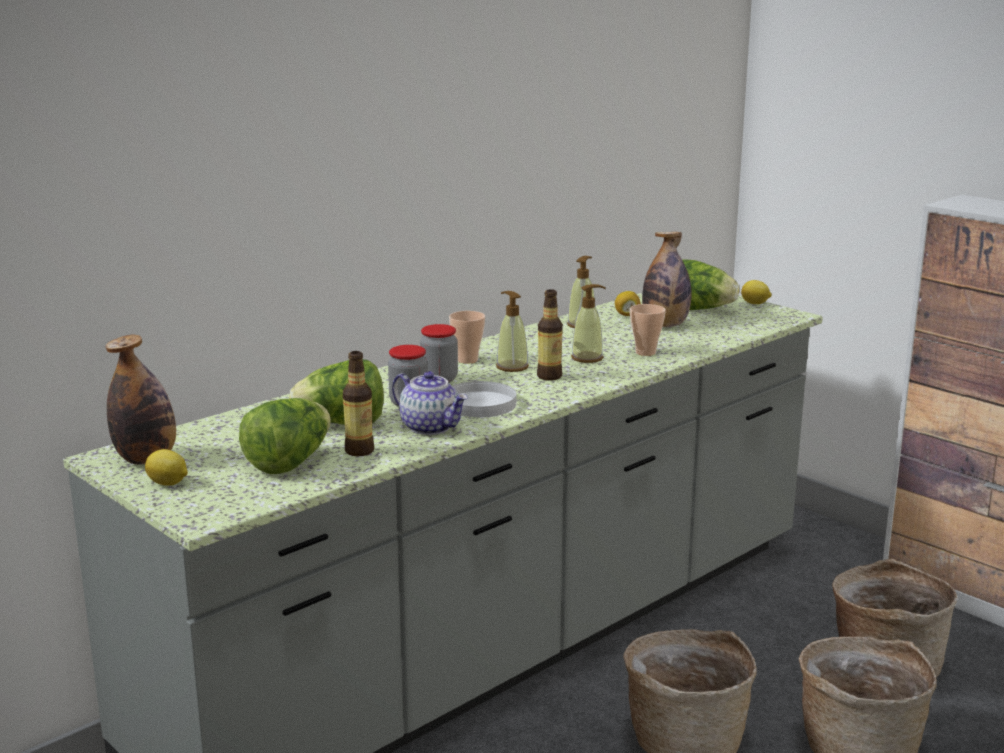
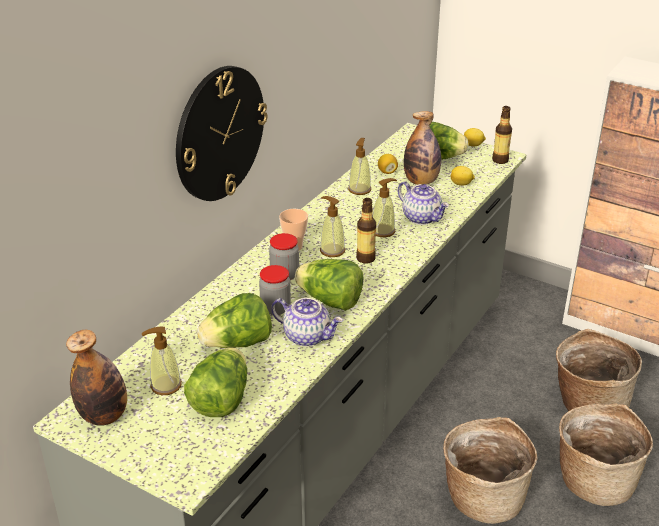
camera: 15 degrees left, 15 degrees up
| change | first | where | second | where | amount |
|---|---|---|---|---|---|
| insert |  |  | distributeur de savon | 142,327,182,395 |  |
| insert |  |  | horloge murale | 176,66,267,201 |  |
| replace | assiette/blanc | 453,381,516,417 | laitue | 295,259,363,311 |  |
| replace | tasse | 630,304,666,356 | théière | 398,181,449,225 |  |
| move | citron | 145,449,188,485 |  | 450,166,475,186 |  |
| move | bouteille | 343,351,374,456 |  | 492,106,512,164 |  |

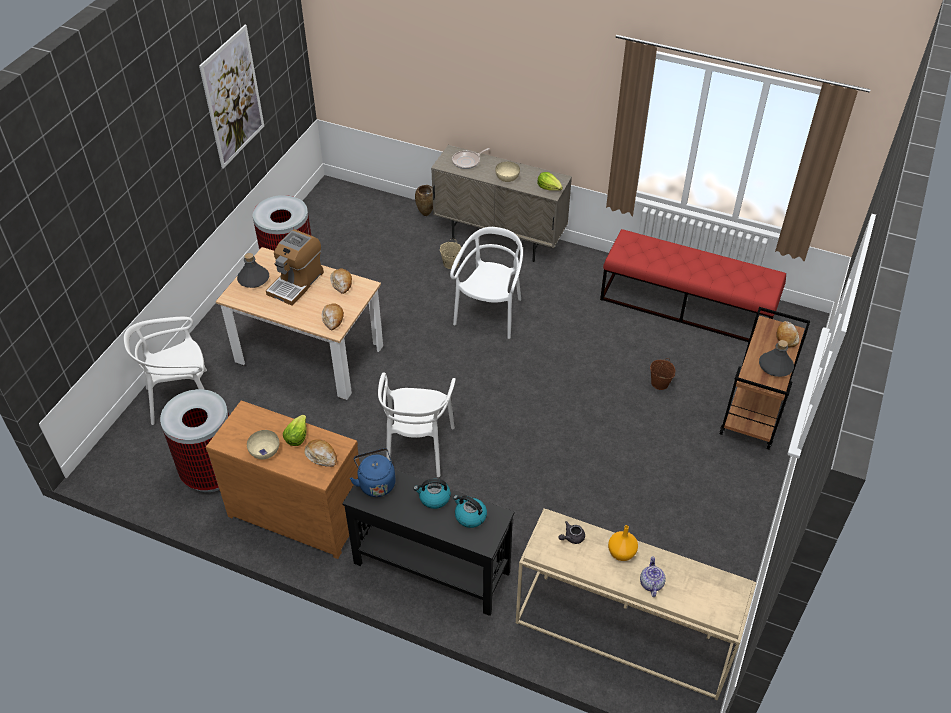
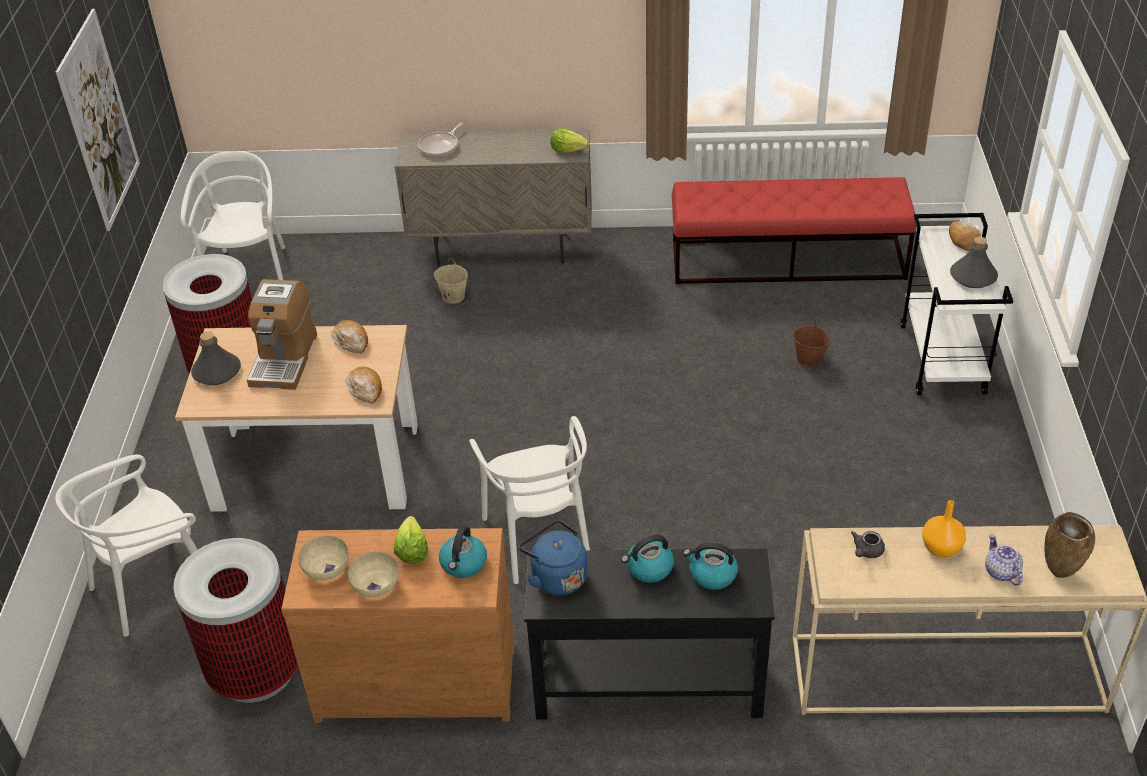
camera: 20 degrees left, 5 degrees down
| change | first | where | second | where | amount |
|---|---|---|---|---|---|
| move | chaise/blanc | 450,227,523,339 |  | 181,151,285,280 |  |
| move | bol/beige | 495,162,520,182 |  | 298,536,349,581 |  |
| replace | pain | 304,439,337,467 | bouilloire | 439,526,487,578 |  |
| recolor | chariot/marron | 720,307,810,450 | chariot/blanc | 900,213,1013,396 |  |
| move | vase/marron | 415,185,433,216 |  | 1044,512,1095,578 |  |

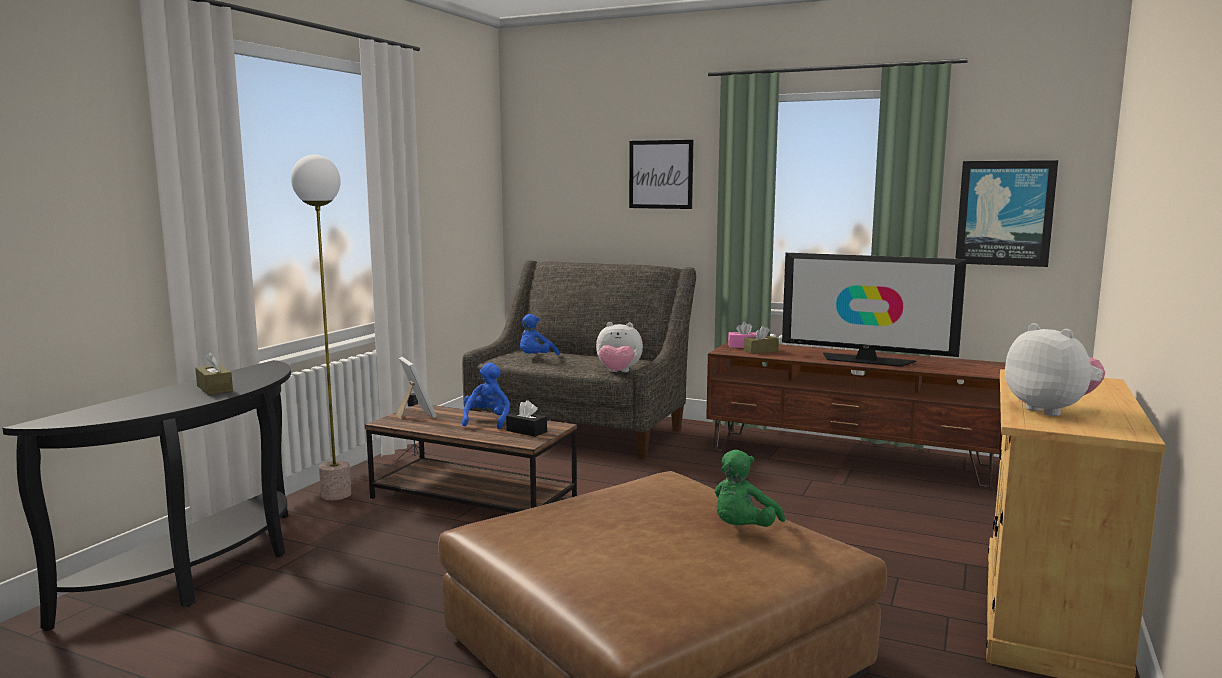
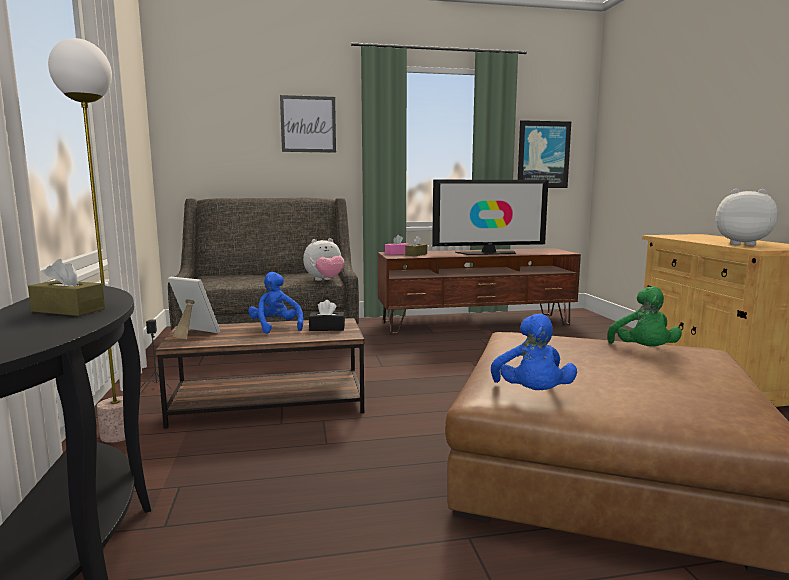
camera: 35 degrees left, 0 degrees up
| change | first | where | second | where | amount |
|---|---|---|---|---|---|
| move | peluche/bleu | 520,314,559,355 |  | 491,314,577,390 |  |

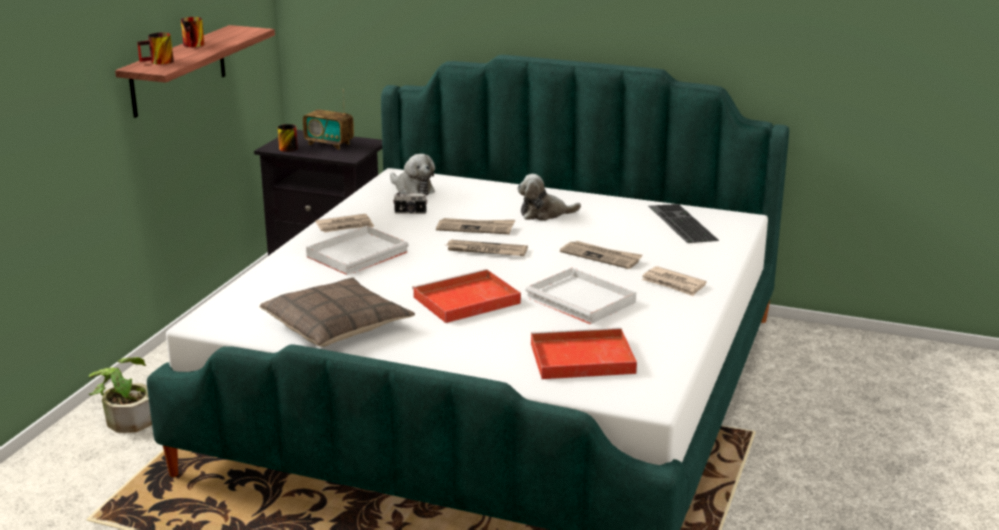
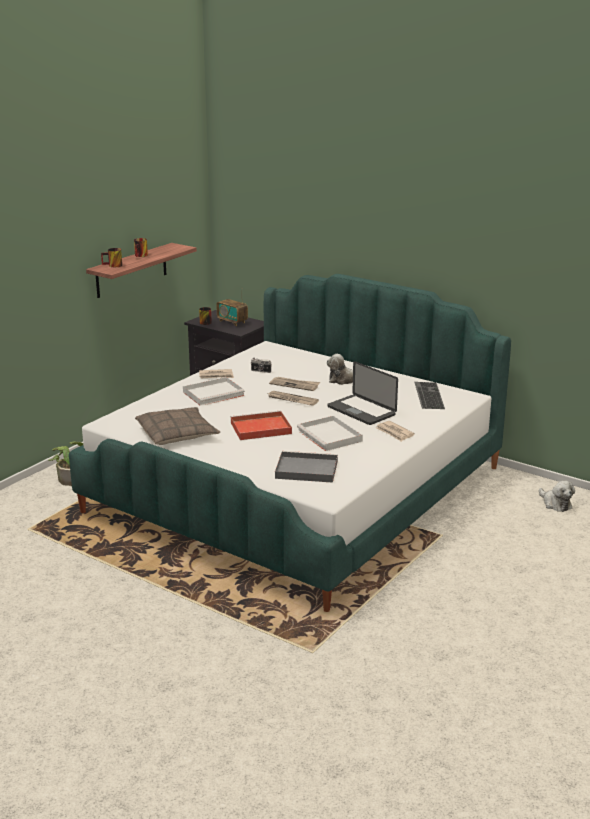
camera: 15 degrees right, 0 degrees up
| change | first | where | second | where | amount |
|---|---|---|---|---|---|
| recolor | plateau/rouge | 531,327,637,379 | plateau/gris | 275,451,338,483 |  |
| replace | journal | 560,241,643,269 | ordinateur portable | 327,361,398,425 |  |
| move | peluche | 390,154,435,195 |  | 539,481,575,512 |  |

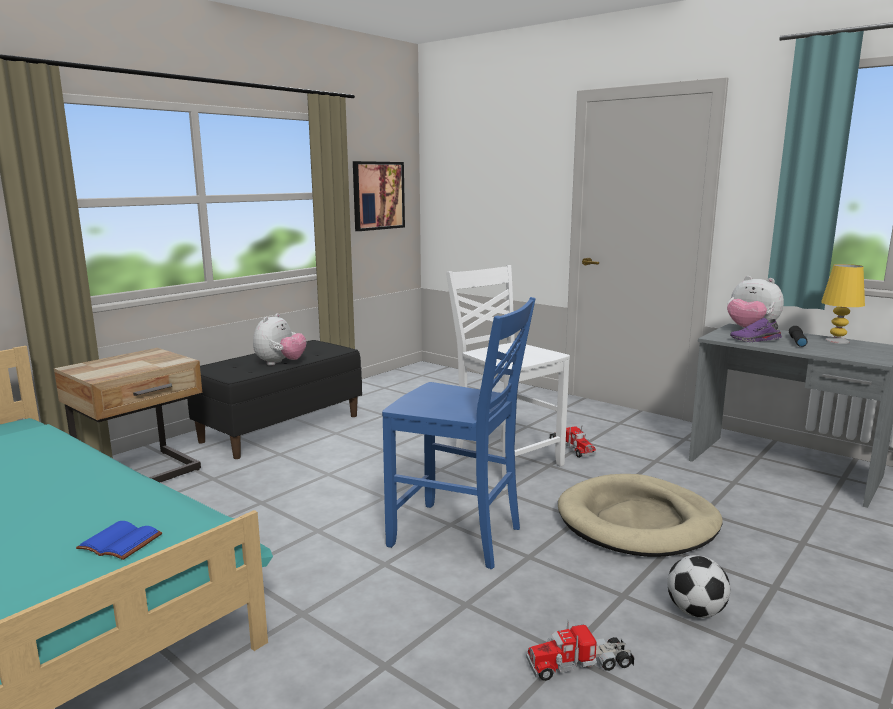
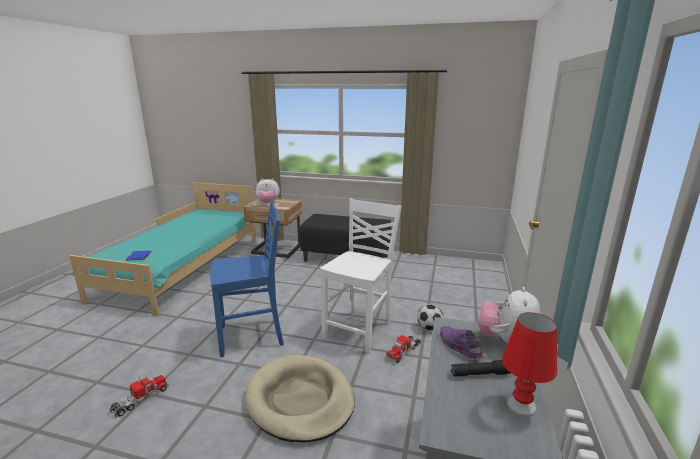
camera: 65 degrees right, 5 degrees up
| change | first | where | second | where | amount |
|---|---|---|---|---|---|
| rotate | camion jouet | 526,620,635,681 |  | 109,375,169,418 | 75 degrees clockwise |
| rotate | chaise/bleu | 382,297,536,569 |  | 210,203,284,357 | 105 degrees counterclockwise |
| move | peluche | 253,313,306,365 |  | 256,178,280,203 |  |
| move | ballon de foot | 668,555,730,618 |  | 417,304,443,331 |  |
| recolor | lampe de table/jaune | 821,264,865,344 | lampe de table/rouge | 502,312,557,416 |  |
| delete | tableau | 353,161,405,231 |  |  |  |

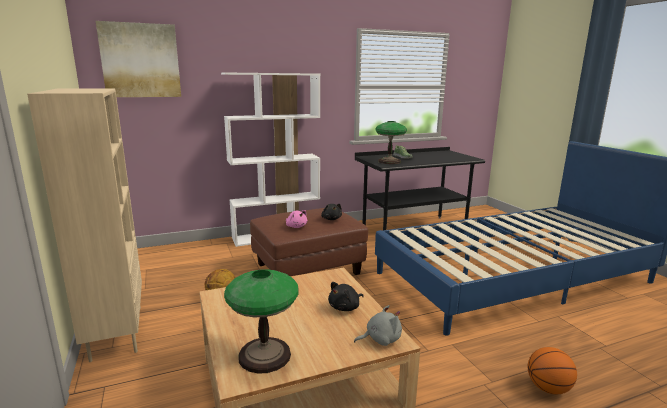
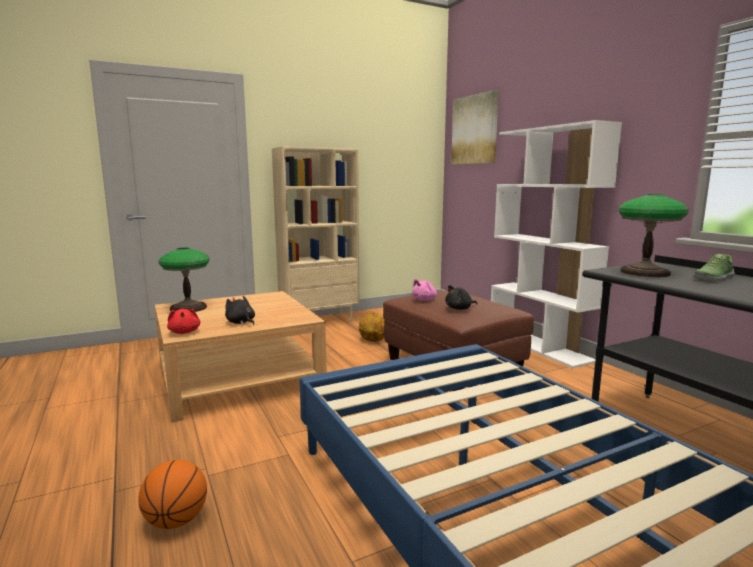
camera: 85 degrees right, 5 degrees down
| change | first | where | second | where | amount |
|---|---|---|---|---|---|
| recolor | peluche/gris | 354,305,402,346 | peluche/rouge | 167,309,200,334 |  |

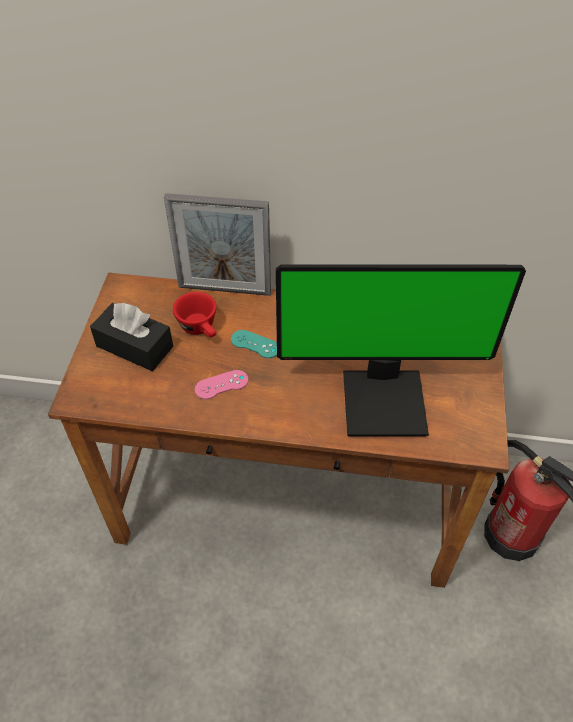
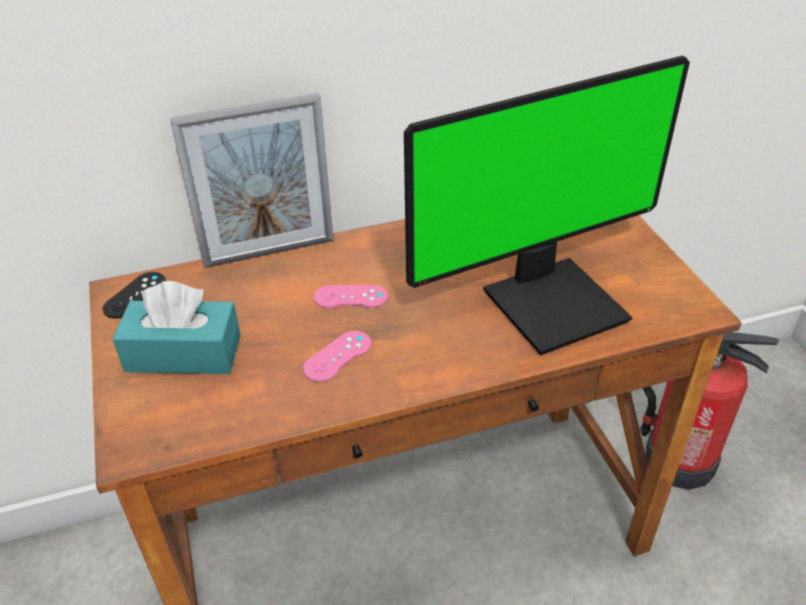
camera: 25 degrees left, 10 degrees down
| change | first | where | second | where | amount |
|---|---|---|---|---|---|
| insert |  |  | manette/noir | 103,272,166,319 |  |
| recolor | boîte à mouchoirs/noir | 90,303,173,371 | boîte à mouchoirs/turquoise | 112,281,241,374 |  |
| recolor | manette/turquoise | 231,330,277,358 | manette/rose | 314,285,388,308 |  |
| delete | tasse/rouge | 173,292,216,337 |  |  |  |

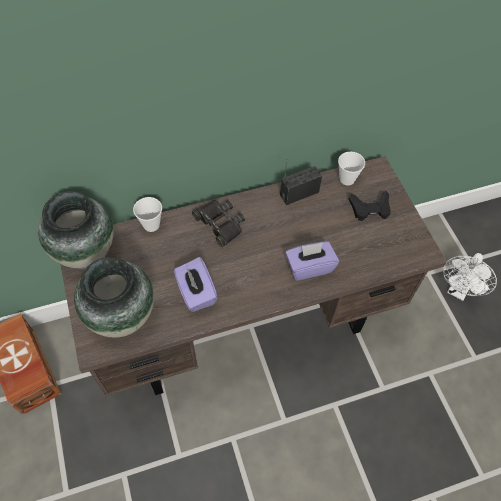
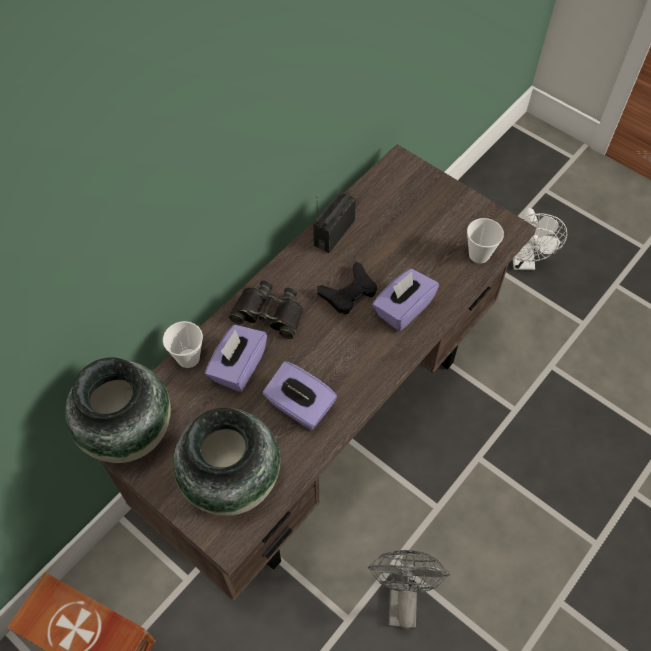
camera: 30 degrees left, 0 degrees up
| change | first | where | second | where | amount |
|---|---|---|---|---|---|
| insert |  |  | boîte à mouchoirs/violet | 205,325,267,392 |  |
| move | manette/noir | 348,191,391,221 |  | 317,261,377,314 |  |
| insert |  |  | ventilateur/gris | 368,550,450,629 |  |
| move | tasse | 338,152,365,185 |  | 467,218,504,264 |  |

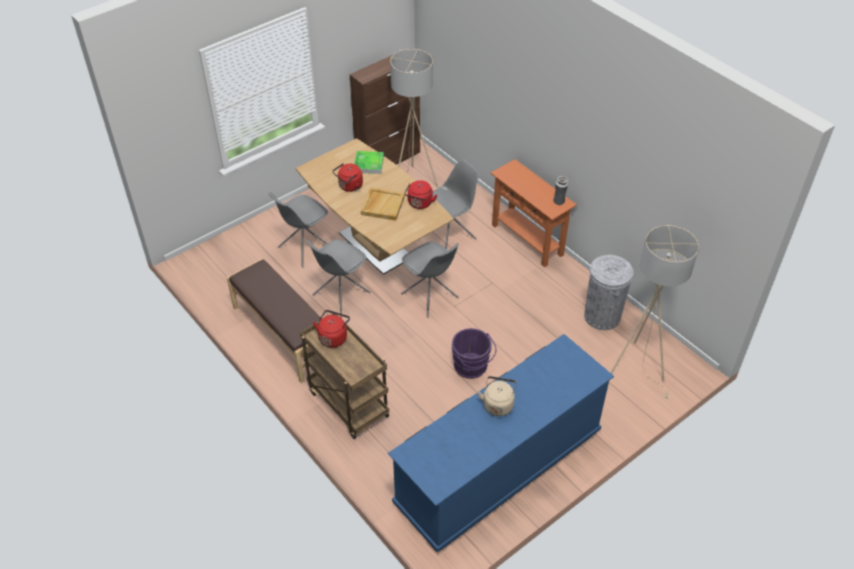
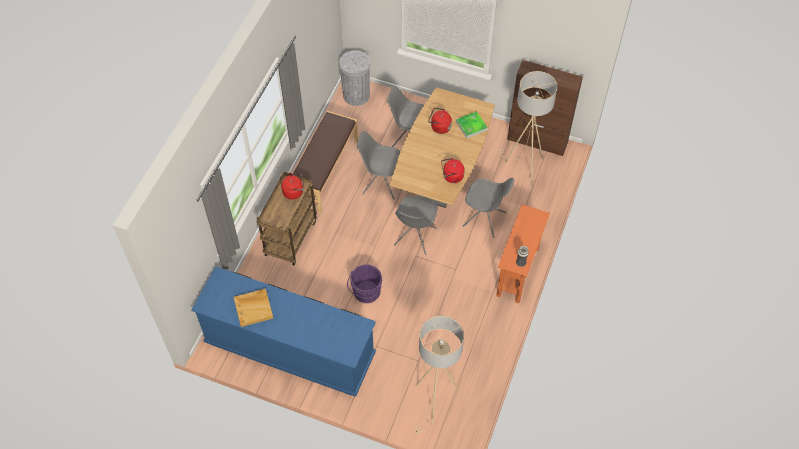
camera: 60 degrees right, 10 degrees up
| change | first | where | second | where | amount |
|---|---|---|---|---|---|
| move | plateau/beige | 361,188,405,220 |  | 234,288,273,327 |  |
| move | poubelle/gris | 584,255,633,330 |  | 339,50,370,106 |  |
| delete | bouilloire/beige | 477,376,517,416 |  |  |  |

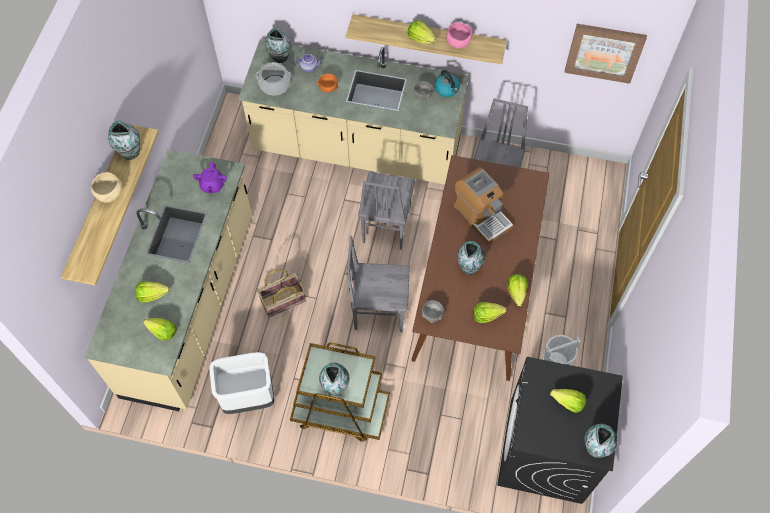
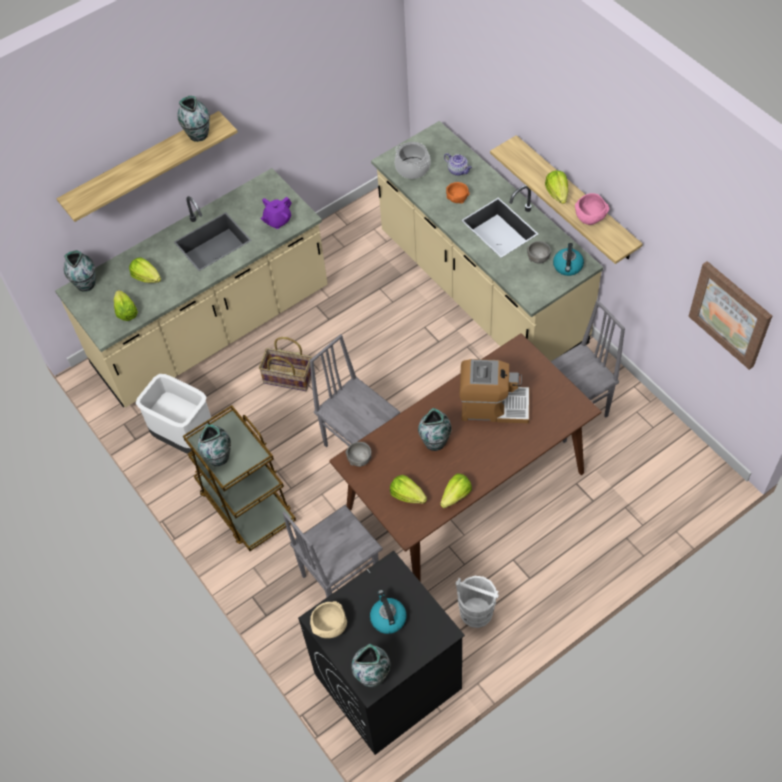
camera: 45 degrees right, 5 degrees down
| change | first | where | second | where | amount |
|---|---|---|---|---|---|
| move | vase | 265,28,291,63 |  | 64,250,96,292 |  |
| move | chaise/gris | 358,171,415,250 |  | 283,505,383,597 |  |
| move | bol/beige | 91,171,123,203 |  | 310,601,347,638 |  |
| replace | laitue | 550,389,587,413 | bouilloire | 370,590,407,634 |  |
| rotate | machine à café | 454,167,513,244 |  | 459,359,529,423 | 90 degrees counterclockwise |

